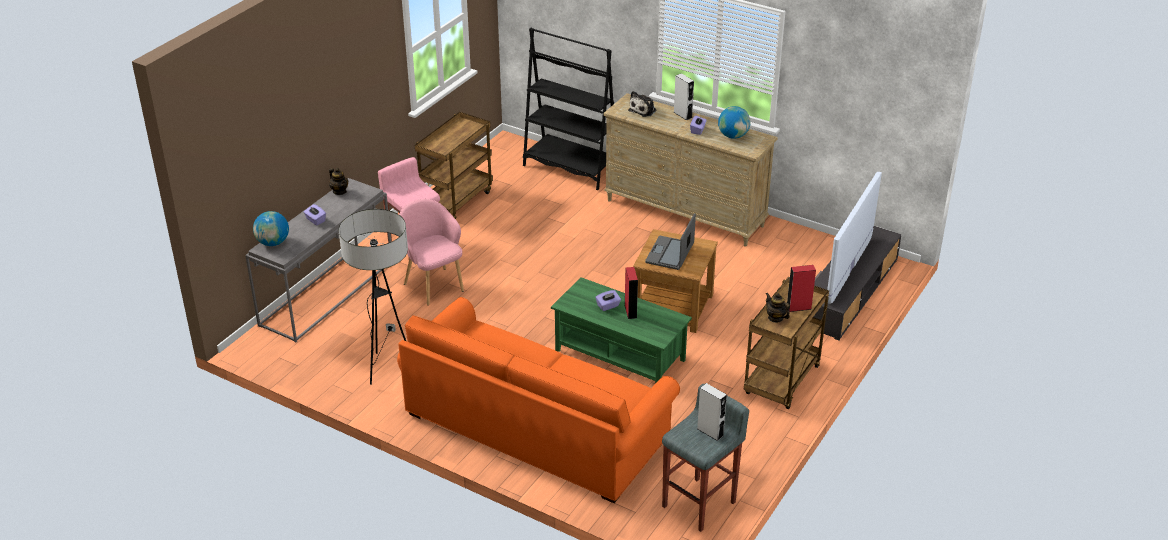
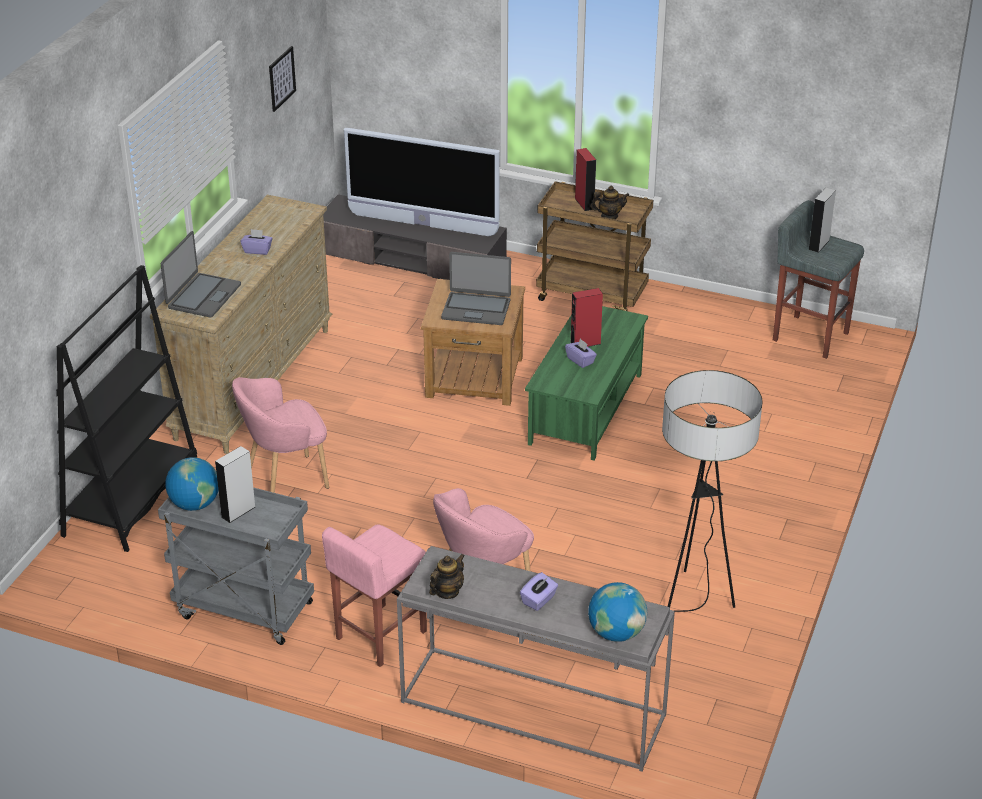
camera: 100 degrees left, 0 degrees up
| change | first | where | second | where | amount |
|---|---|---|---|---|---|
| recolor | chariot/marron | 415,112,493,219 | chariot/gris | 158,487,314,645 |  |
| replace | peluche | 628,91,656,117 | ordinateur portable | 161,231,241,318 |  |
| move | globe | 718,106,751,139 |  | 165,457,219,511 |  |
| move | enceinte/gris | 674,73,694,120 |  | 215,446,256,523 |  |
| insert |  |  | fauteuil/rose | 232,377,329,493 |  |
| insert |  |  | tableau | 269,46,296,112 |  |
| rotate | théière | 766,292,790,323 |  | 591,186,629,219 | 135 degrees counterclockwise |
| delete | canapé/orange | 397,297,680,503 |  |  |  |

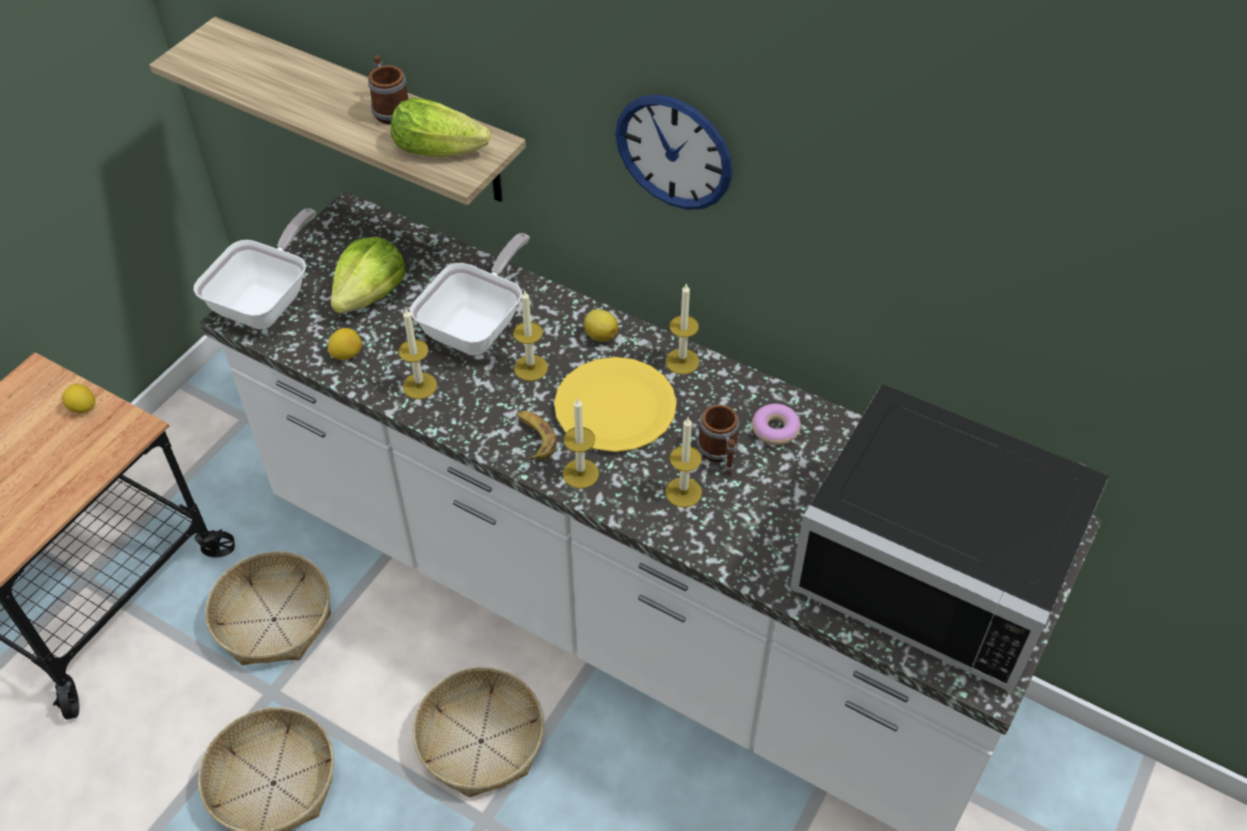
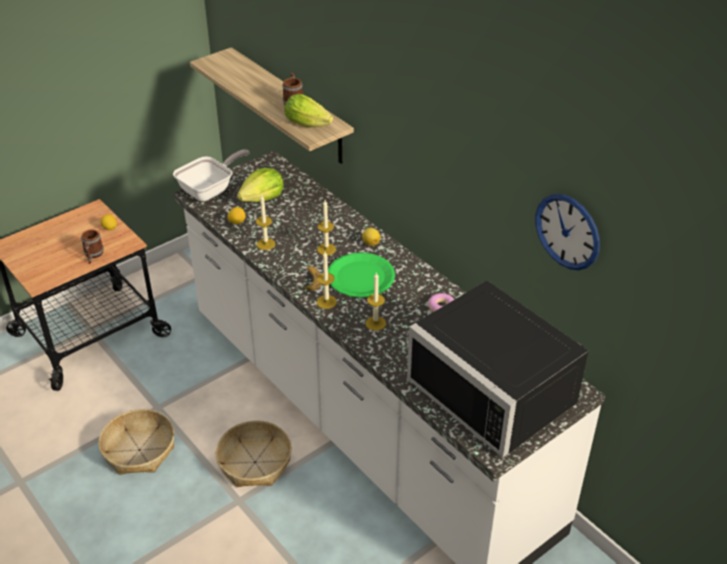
camera: 20 degrees right, 10 degrees down
| change | first | where | second | where | amount |
|---|---|---|---|---|---|
| move | mug | 697,404,740,476 |  | 81,230,104,264 |  |
| recolor | assiette/jaune | 554,357,677,452 | assiette/vert | 328,253,395,297 |  |
| move | horloge murale | 615,95,733,210 |  | 535,194,600,270 |  |
| delete | panier | 205,551,331,665 |  |  |  |
| delete | poêle | 410,233,530,355 |  |  |  |
| delete | bougie | 666,283,699,374 |  |  |  |

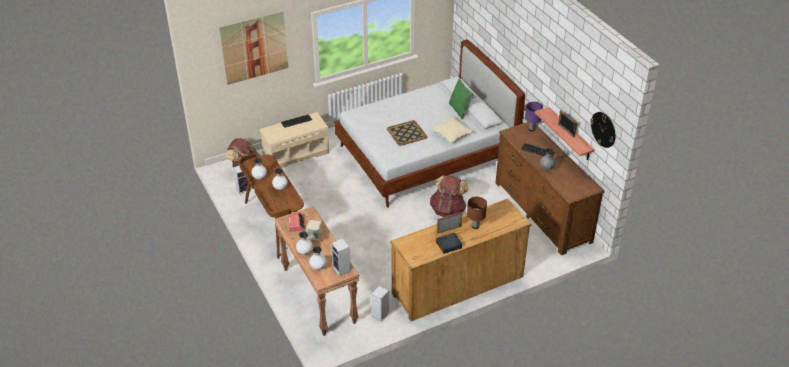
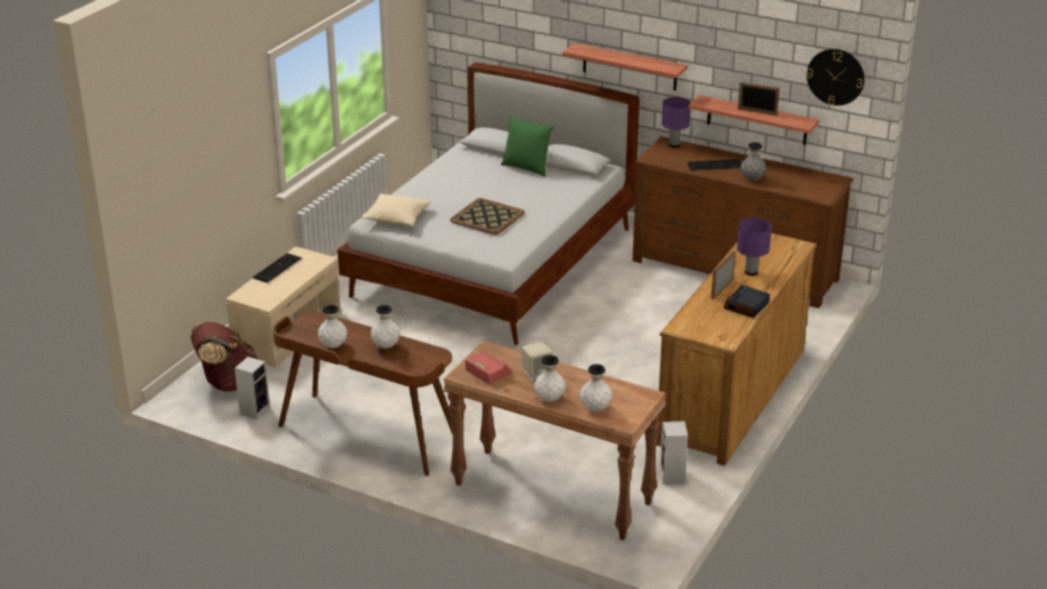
camera: 35 degrees left, 10 degrees down
| change | first | where | second | where | amount |
|---|---|---|---|---|---|
| move | coussin/beige | 432,117,474,143 |  | 361,194,431,226 |  |
| insert |  |  | étagère | 562,43,688,91 |  |
| recolor | lampe de table/marron | 467,197,487,229 | lampe de table/violet | 737,217,772,276 |  |
| delete | tableau | 219,11,288,85 |  |  |  |
| delete | enceinte | 331,238,351,276 |  |  |  |
| delete | sac à dos/marron | 430,175,468,217 |  |  |  |

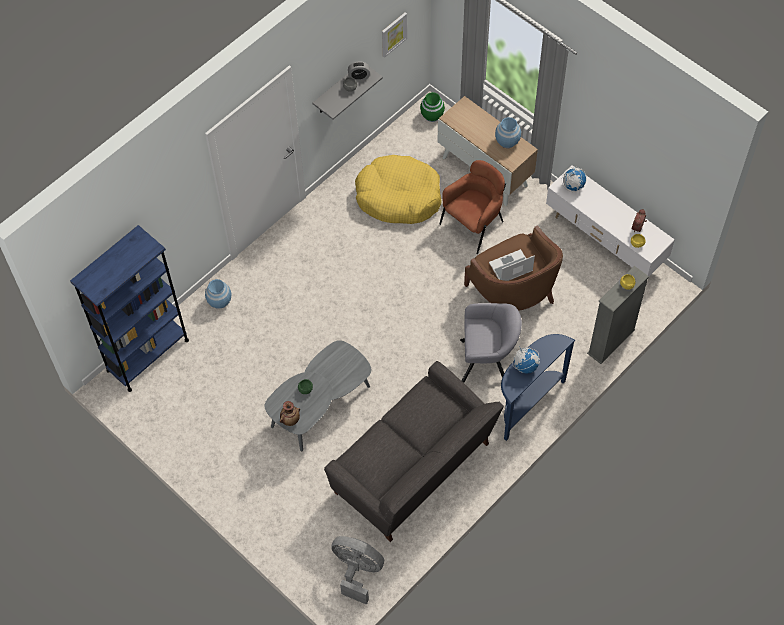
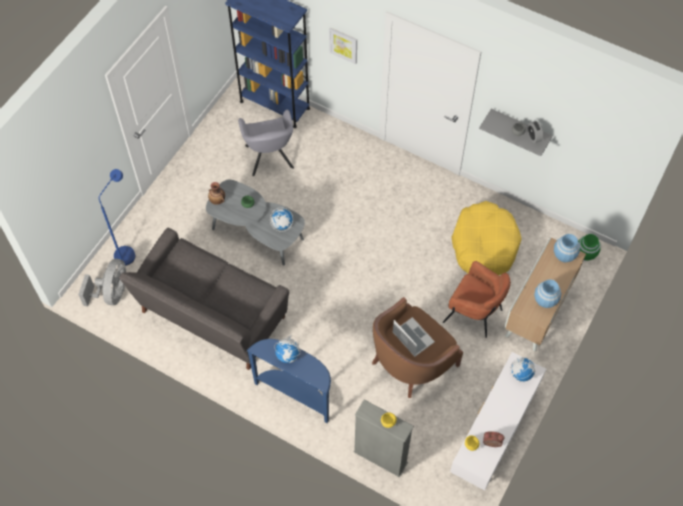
camera: 75 degrees right, 0 degrees up
| change | first | where | second | where | amount |
|---|---|---|---|---|---|
| insert |  |  | lampadaire/bleu | 99,169,135,266 |  |
| move | fauteuil/gris | 460,303,522,383 |  | 238,109,294,176 |  |
| insert |  |  | globe | 270,207,293,232 |  |
| move | tableau | 382,12,407,58 |  | 329,27,357,64 |  |
| move | vase/bleu | 205,279,231,309 |  | 554,234,580,262 |  |

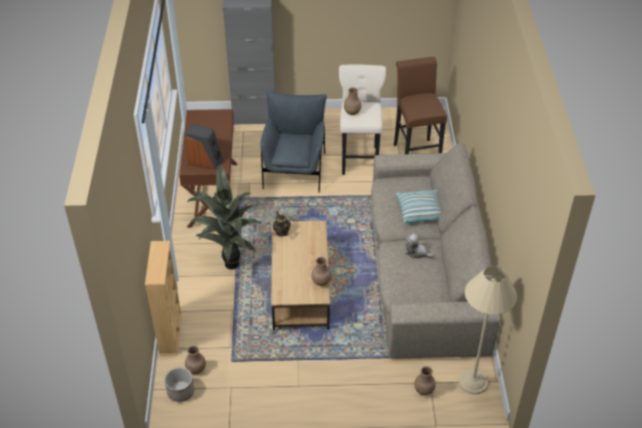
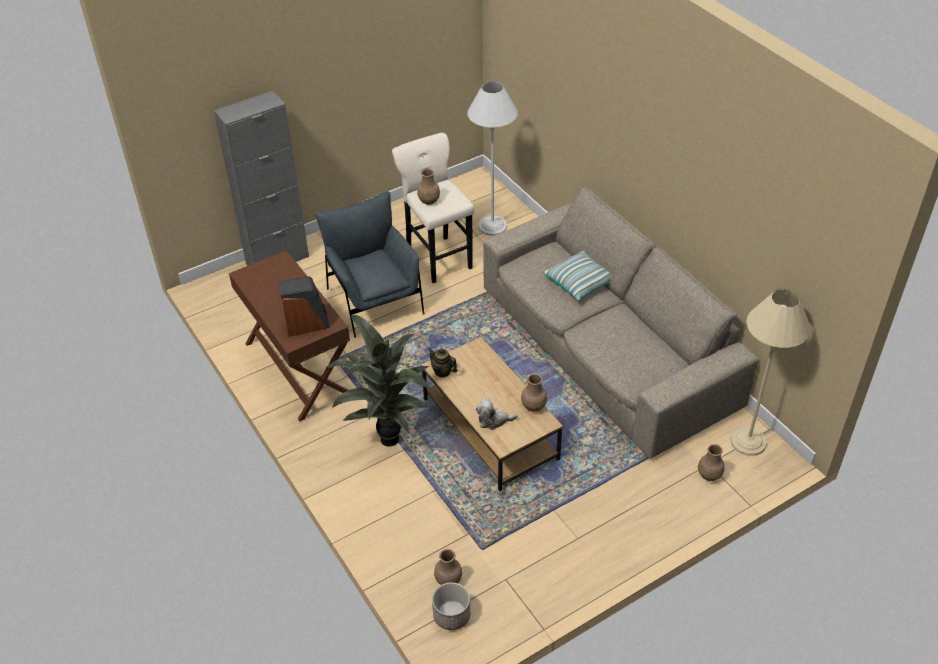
camera: 30 degrees left, 0 degrees up
| change | first | where | second | where | amount |
|---|---|---|---|---|---|
| replace | tabouret/marron | 394,57,447,154 | lampadaire/blanc | 467,81,518,236 |  |
| move | peluche | 405,234,434,258 |  | 476,399,518,430 |  |
| delete | bibliothèque/beige | 145,241,182,356 |  |  |  |

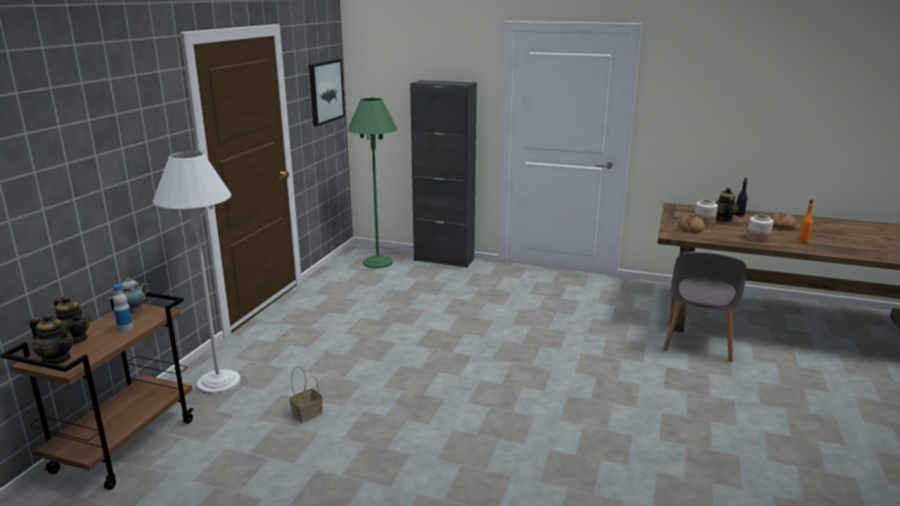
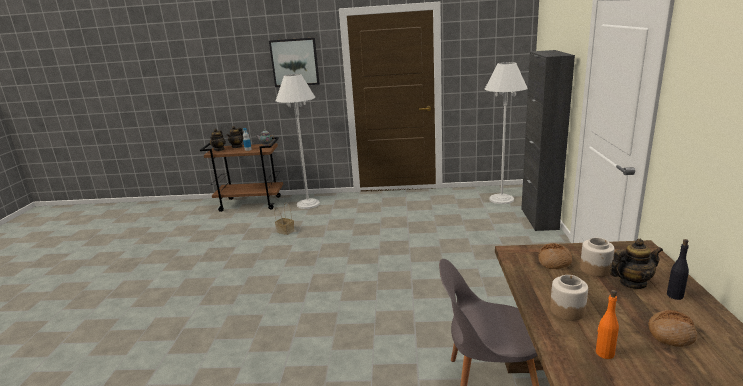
camera: 75 degrees right, 0 degrees up
| change | first | where | second | where | amount |
|---|---|---|---|---|---|
| move | tableau | 309,59,345,126 |  | 269,37,320,87 |  |
| recolor | lampadaire/vert | 347,98,397,268 | lampadaire/blanc | 485,62,527,204 |  |

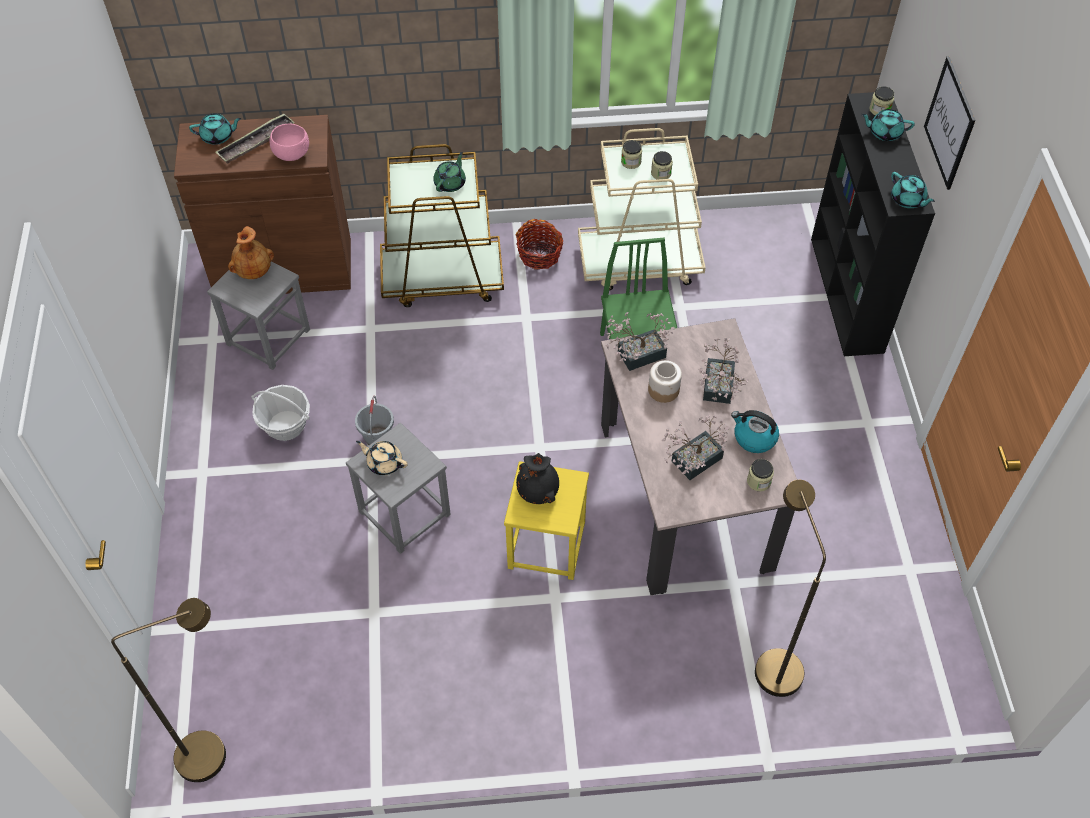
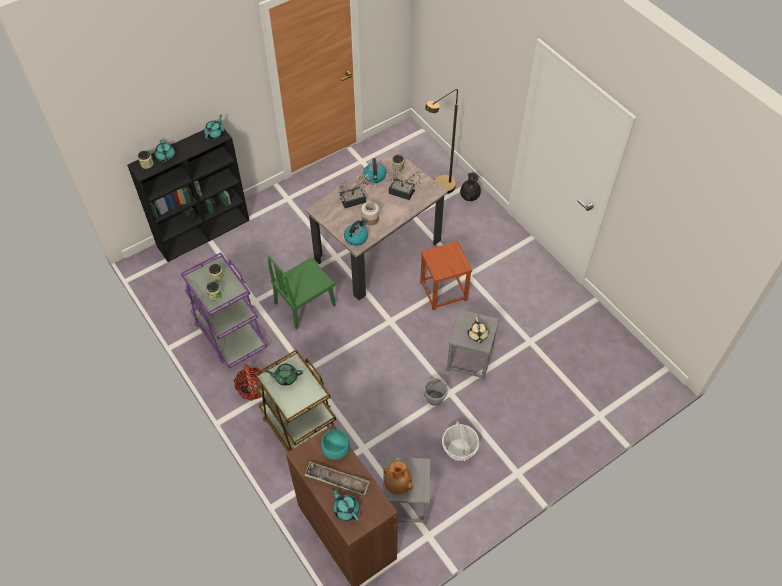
camera: 120 degrees left, 0 degrees up
| change | first | where | second | where | amount |
|---|---|---|---|---|---|
| recolor | chariot/beige | 578,128,706,290 | chariot/violet | 181,252,267,369 |  |
| recolor | bol/rose | 269,124,309,161 | bol/turquoise | 321,430,350,460 |  |
| replace | plante en pot | 606,312,675,371 | bouilloire | 344,219,368,246 |  |
| recolor | tabouret/jaune | 504,461,589,580 | tabouret/marron | 420,241,472,310 |  |
| move | vase/noir | 516,453,559,504 |  | 460,173,481,201 |  |
| delete | lampadaire/marron | 111,598,226,782 |  |  |  |
| delete | tableau | 924,56,976,190 |  |  |  |

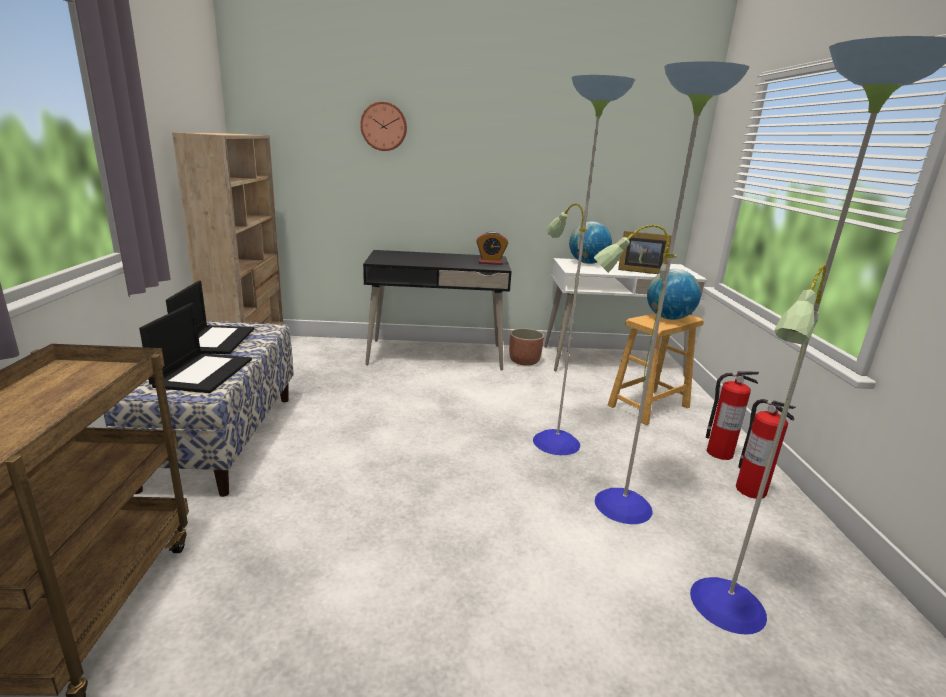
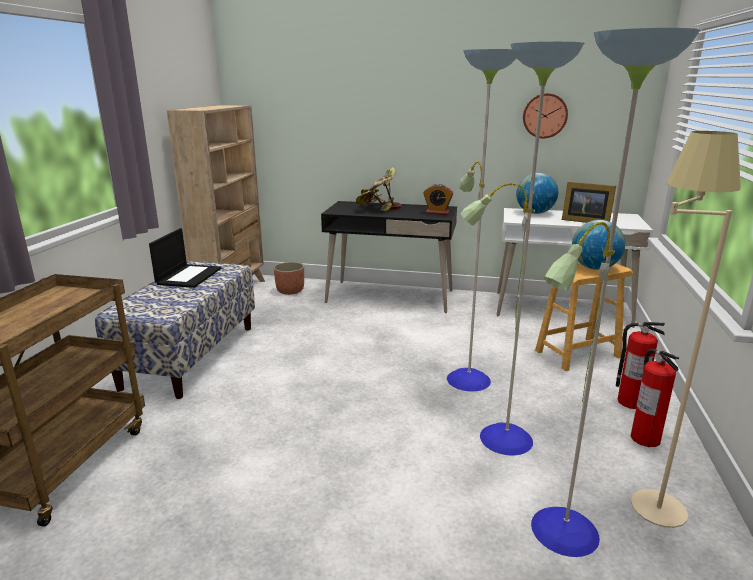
camera: 15 degrees right, 0 degrees up
| change | first | where | second | where | amount |
|---|---|---|---|---|---|
| move | cache-pot | 509,328,544,366 |  | 274,262,304,295 |  |
| insert |  |  | plante en pot | 356,167,401,211 |  |
| move | horloge murale | 360,101,407,151 |  | 523,93,568,138 |  |
| insert |  |  | lampadaire/beige | 631,131,741,528 |  |
| delete | ordinateur portable | 139,303,252,393 |  |  |  |

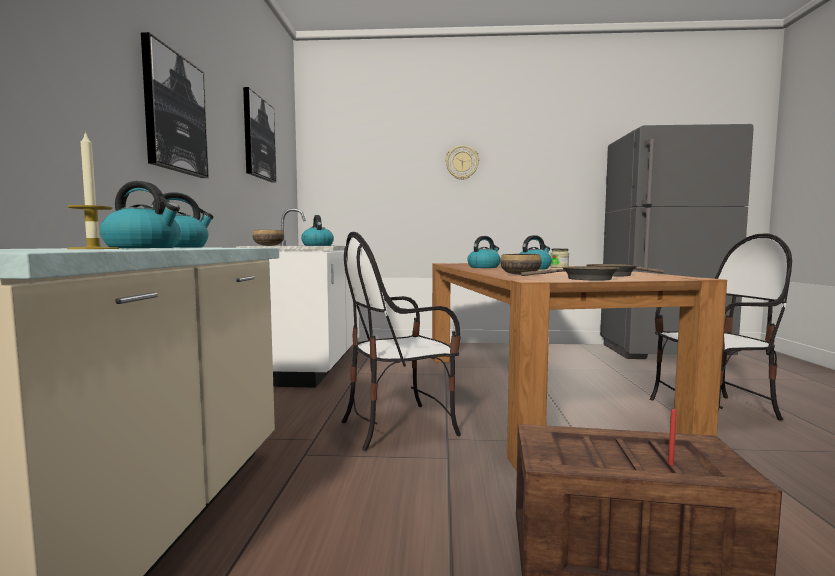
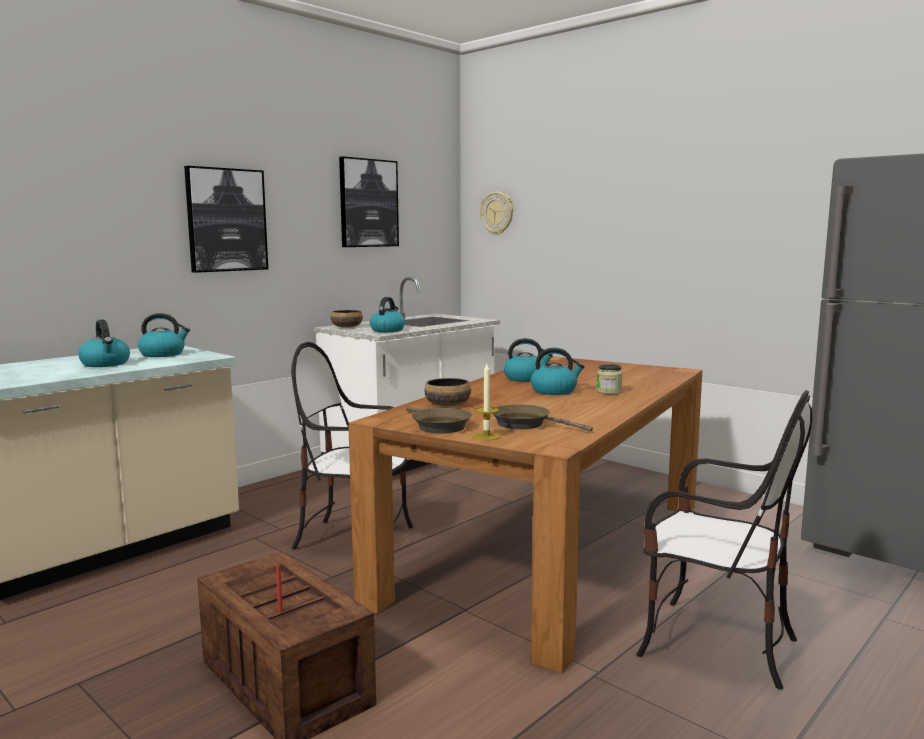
camera: 40 degrees right, 5 degrees up
| change | first | where | second | where | amount |
|---|---|---|---|---|---|
| move | bougie | 67,131,119,249 |  | 473,363,501,440 |  |
| move | horloge murale | 445,145,479,180 |  | 480,191,513,235 |  |

